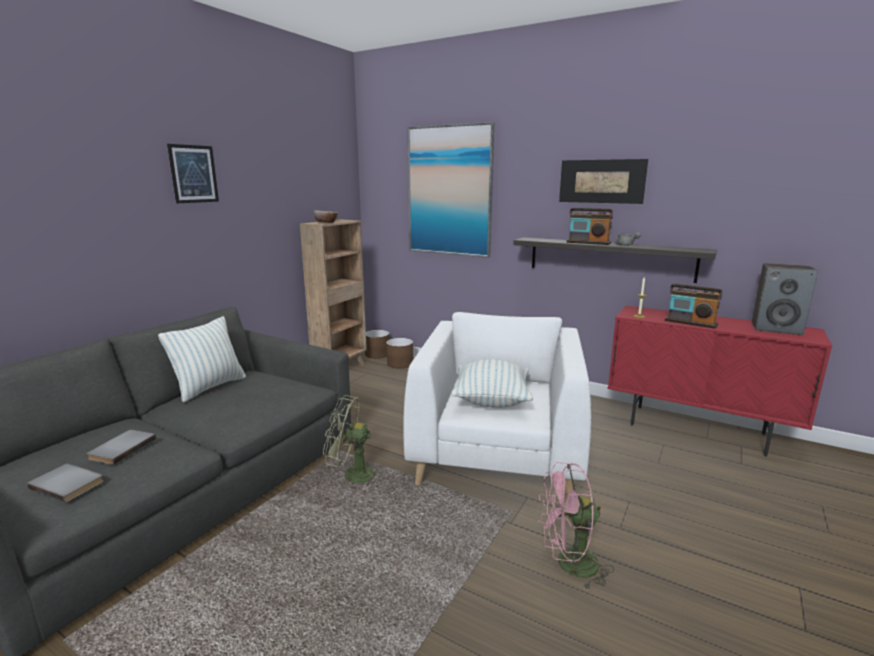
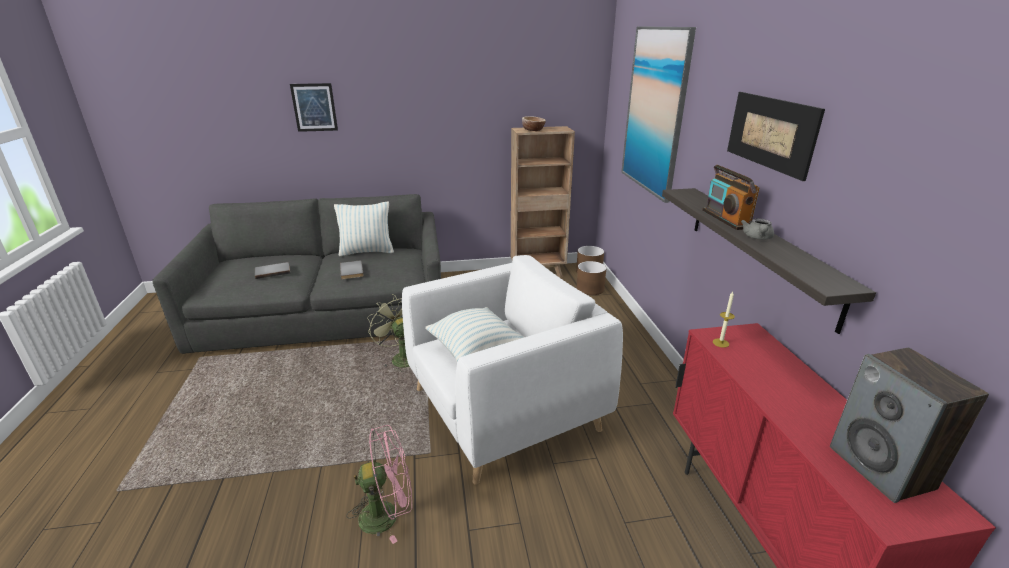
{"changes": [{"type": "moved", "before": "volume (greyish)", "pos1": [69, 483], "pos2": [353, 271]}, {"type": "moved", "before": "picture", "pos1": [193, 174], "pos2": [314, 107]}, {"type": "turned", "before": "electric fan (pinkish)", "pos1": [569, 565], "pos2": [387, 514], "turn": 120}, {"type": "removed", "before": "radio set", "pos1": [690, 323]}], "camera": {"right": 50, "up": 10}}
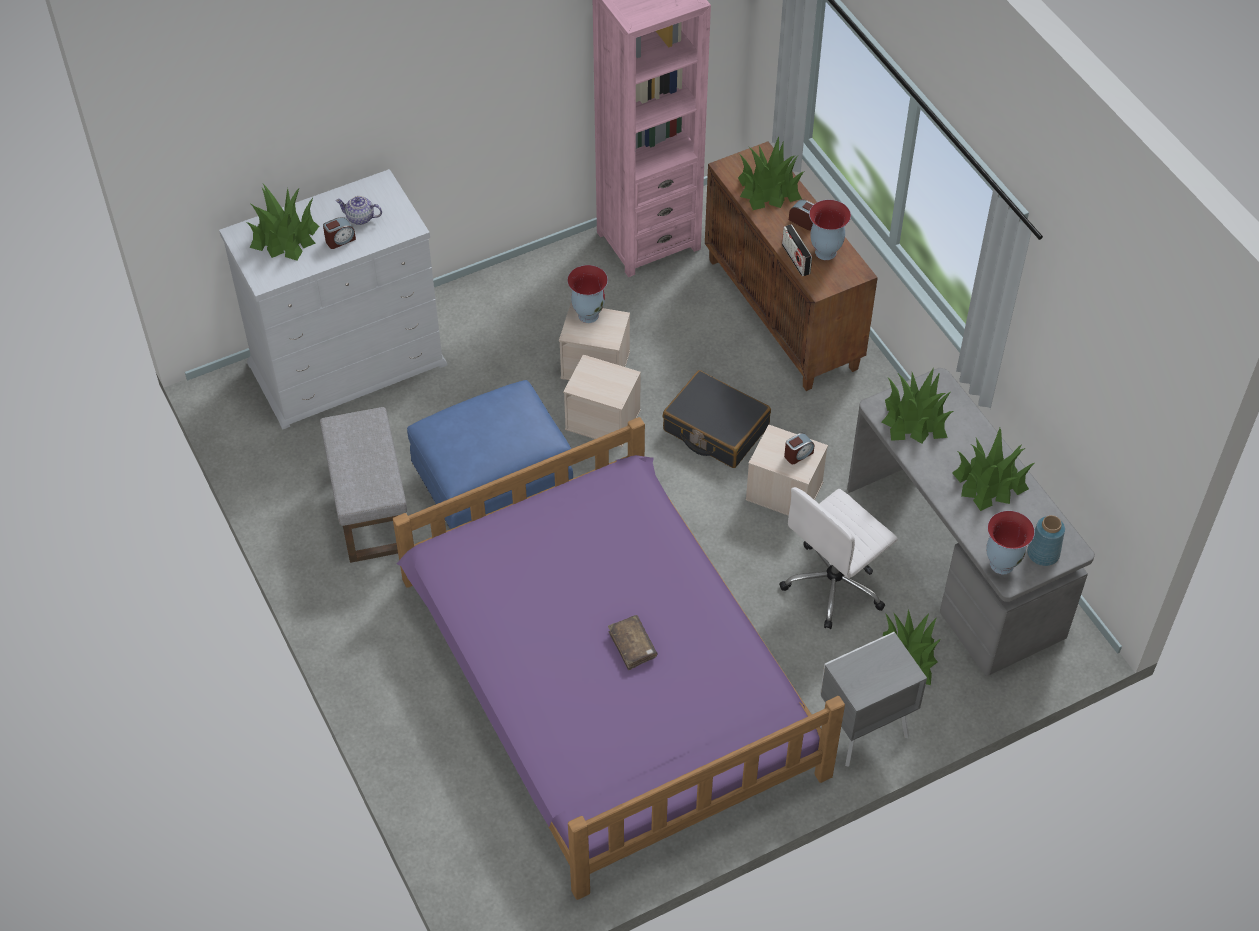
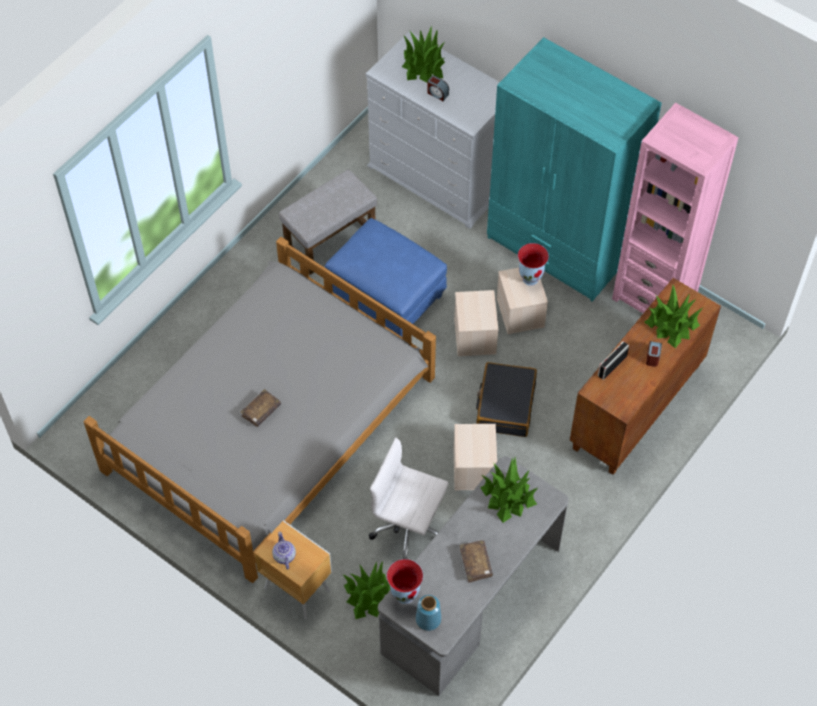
{"changes": [{"type": "moved", "before": "pot for tea", "pos1": [360, 218], "pos2": [284, 556]}, {"type": "recoloured", "before": "sleeping bed (purple-coloured)", "after": "sleeping bed (greyish)", "pos1": [608, 674], "pos2": [270, 422]}, {"type": "removed", "before": "table clock", "pos1": [798, 454]}, {"type": "removed", "before": "vase", "pos1": [824, 252]}, {"type": "recoloured", "before": "night table (greyish)", "after": "night table (brown)", "pos1": [861, 731], "pos2": [296, 588]}, {"type": "replaced", "before": "plant in a pot", "after": "volume (brown)", "pos1": [989, 482], "pos2": [476, 563]}, {"type": "added", "after": "armoire (blue-green)", "pos2": [558, 248]}], "camera": {"right": 65, "up": 5}}
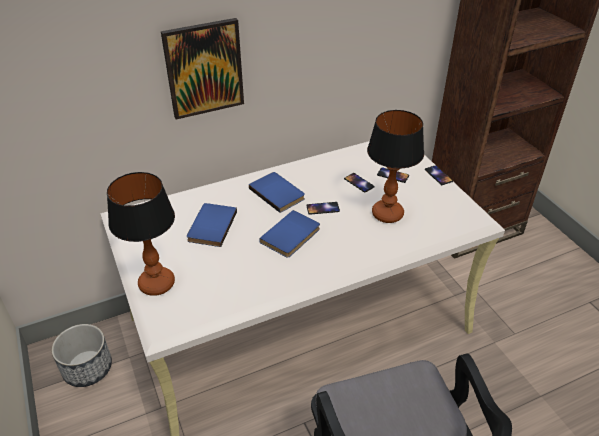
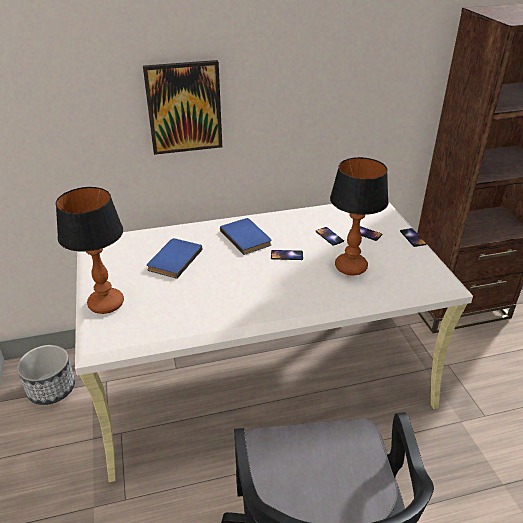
{"changes": [{"type": "removed", "before": "volume (bluish)", "pos1": [292, 236]}], "camera": {"right": 10, "up": -5}}
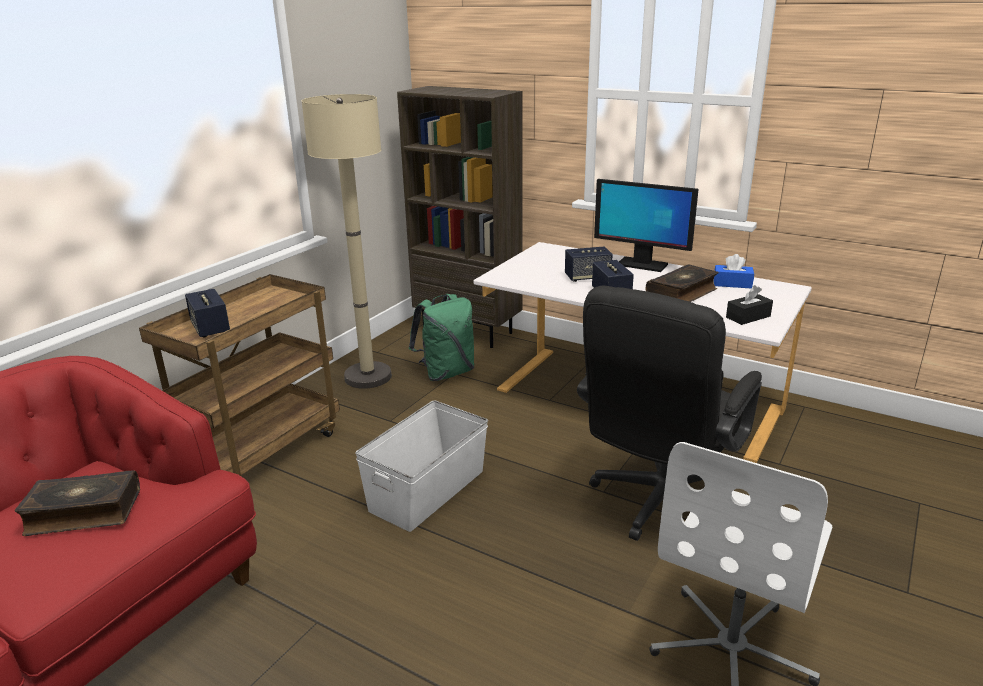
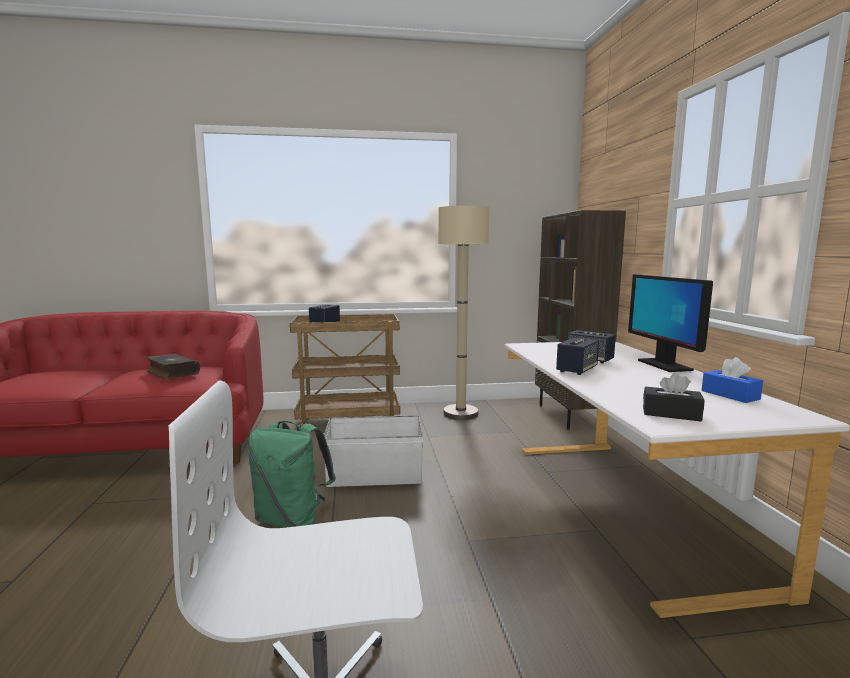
{"changes": [{"type": "moved", "before": "backpack (green)", "pos1": [446, 373], "pos2": [292, 519]}, {"type": "removed", "before": "office chair (black)", "pos1": [658, 504]}, {"type": "removed", "before": "volume", "pos1": [682, 293]}], "camera": {"right": 50, "up": -15}}
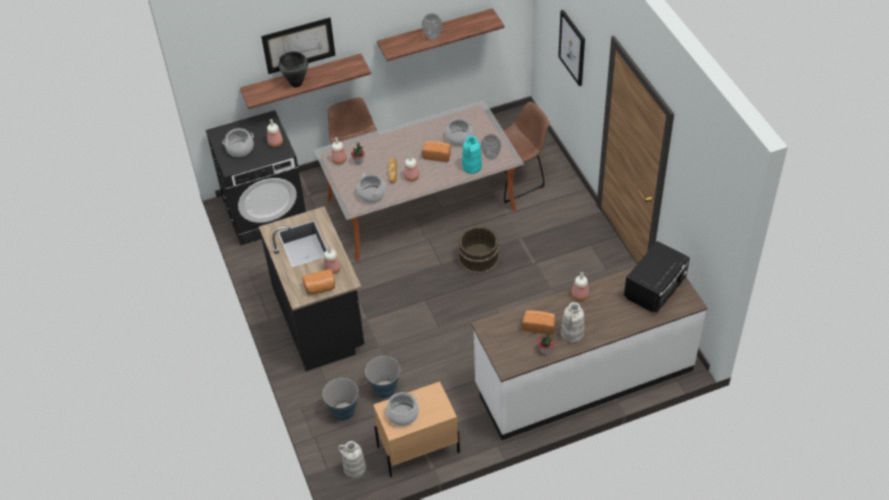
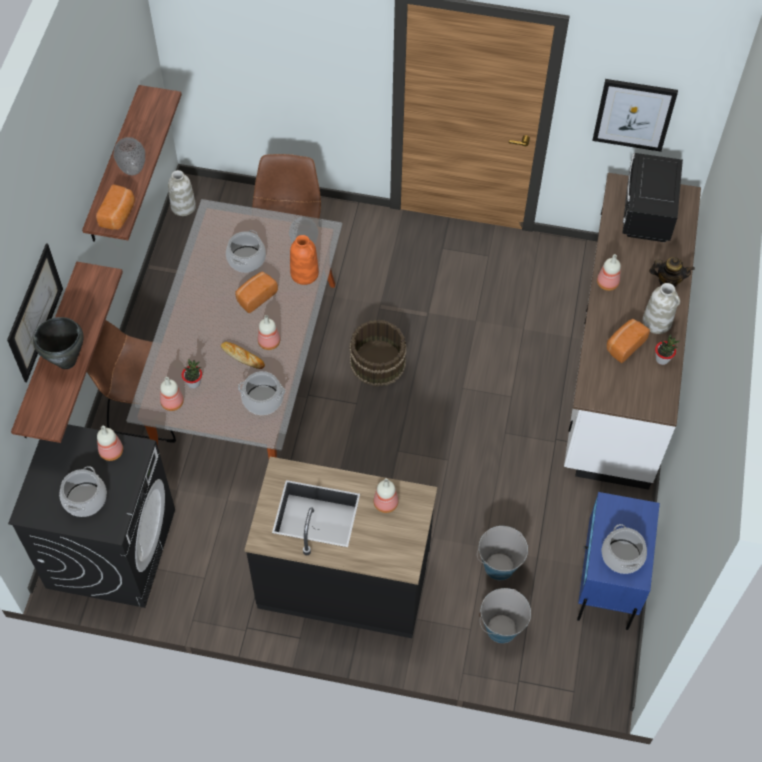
{"changes": [{"type": "moved", "before": "bakery bread", "pos1": [320, 288], "pos2": [119, 215]}, {"type": "moved", "before": "vase (whitish)", "pos1": [354, 469], "pos2": [183, 207]}, {"type": "recoloured", "before": "night table (beige-coloured)", "after": "night table (bluish)", "pos1": [417, 449], "pos2": [608, 579]}, {"type": "recoloured", "before": "vase (blue-green)", "after": "vase (orange)", "pos1": [472, 167], "pos2": [305, 273]}, {"type": "moved", "before": "picture", "pos1": [572, 47], "pos2": [634, 114]}, {"type": "turned", "before": "microwave oven (black)", "pos1": [655, 289], "pos2": [646, 213], "turn": -150}, {"type": "added", "after": "pot for tea", "pos2": [668, 281]}], "camera": {"right": -60, "up": 10}}
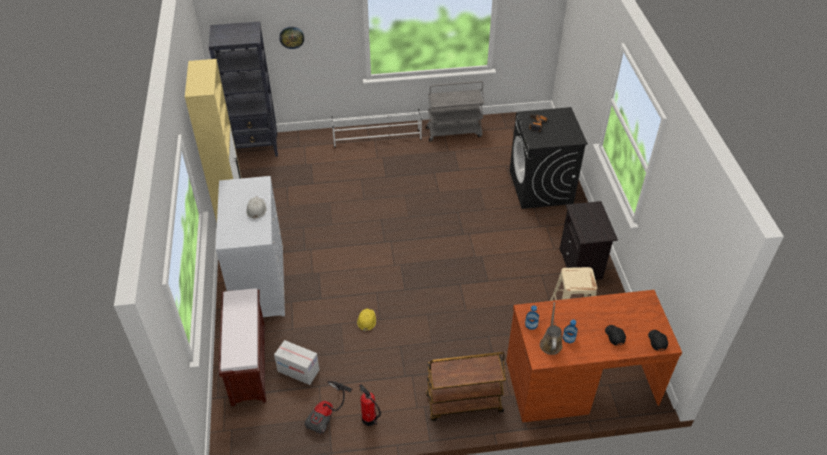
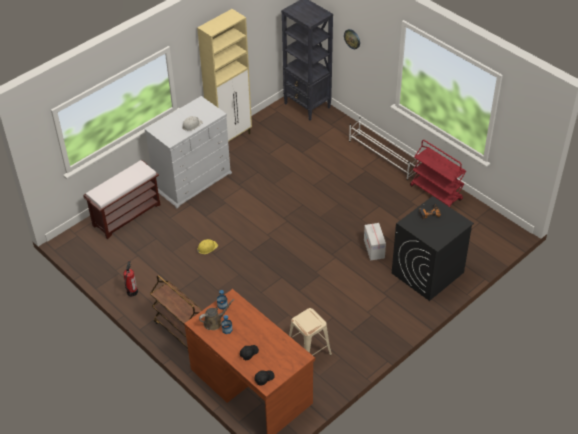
{"changes": [{"type": "moved", "before": "packing box", "pos1": [298, 371], "pos2": [374, 249]}, {"type": "removed", "before": "hoover", "pos1": [328, 414]}, {"type": "recoloured", "before": "trolley (greyish)", "after": "trolley (reddish)", "pos1": [454, 132], "pos2": [436, 193]}, {"type": "removed", "before": "night table (black)", "pos1": [581, 265]}], "camera": {"right": 55, "up": 0}}
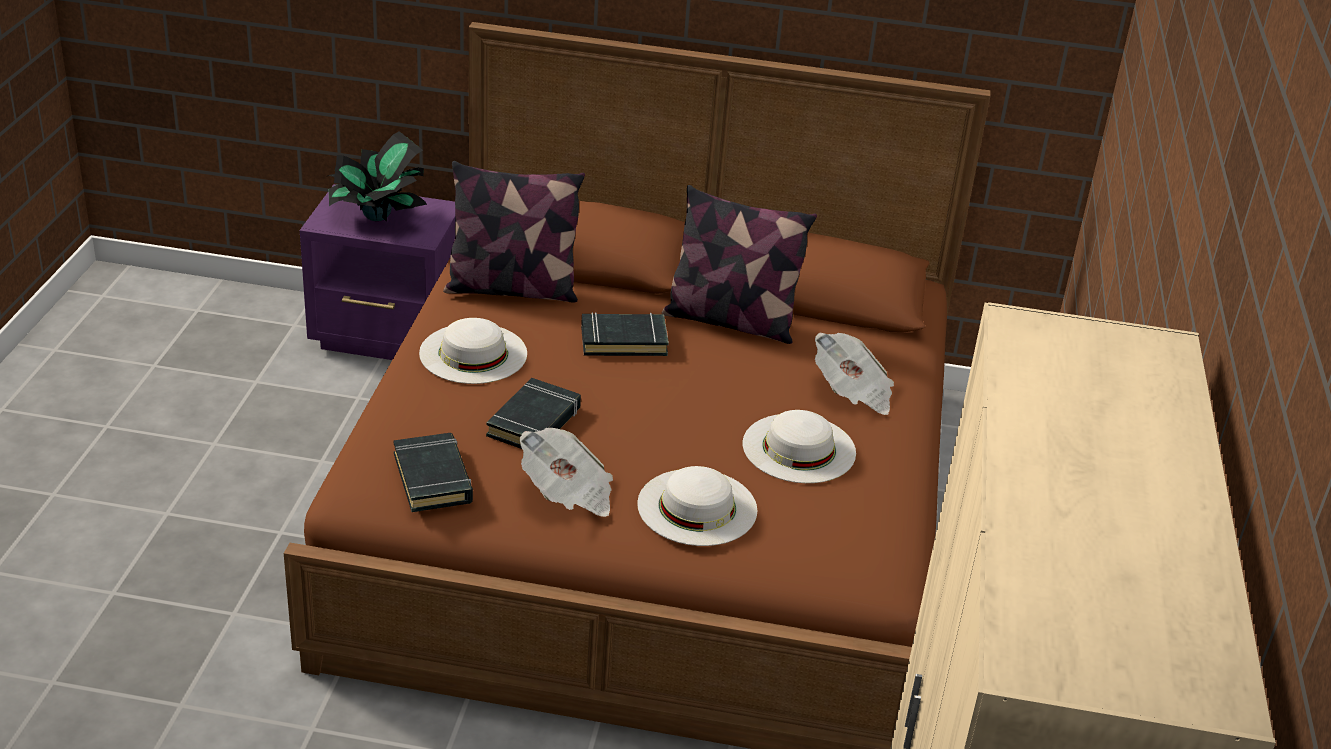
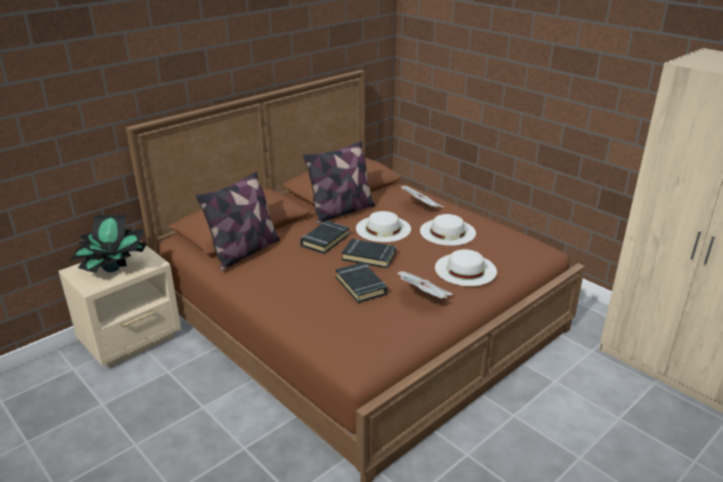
{"changes": [{"type": "recoloured", "before": "night table (purple-coloured)", "after": "night table (beige-coloured)", "pos1": [388, 337], "pos2": [132, 340]}, {"type": "moved", "before": "volume (black)", "pos1": [433, 478], "pos2": [369, 256]}, {"type": "moved", "before": "clothing hat (whitish)", "pos1": [473, 353], "pos2": [383, 228]}], "camera": {"right": -50, "up": -5}}
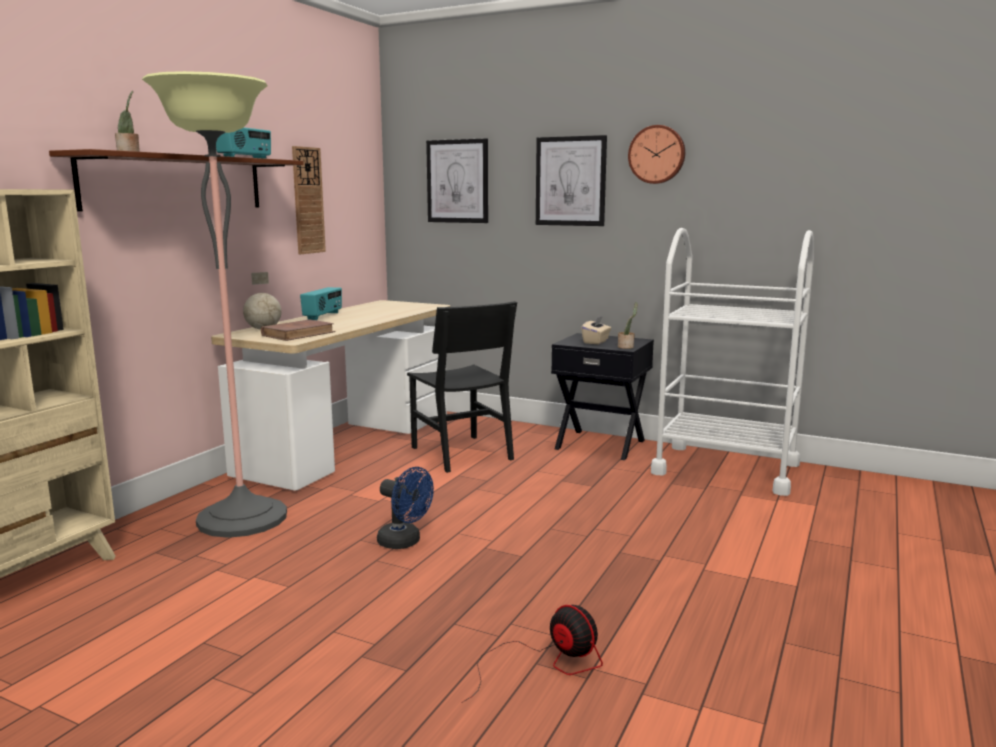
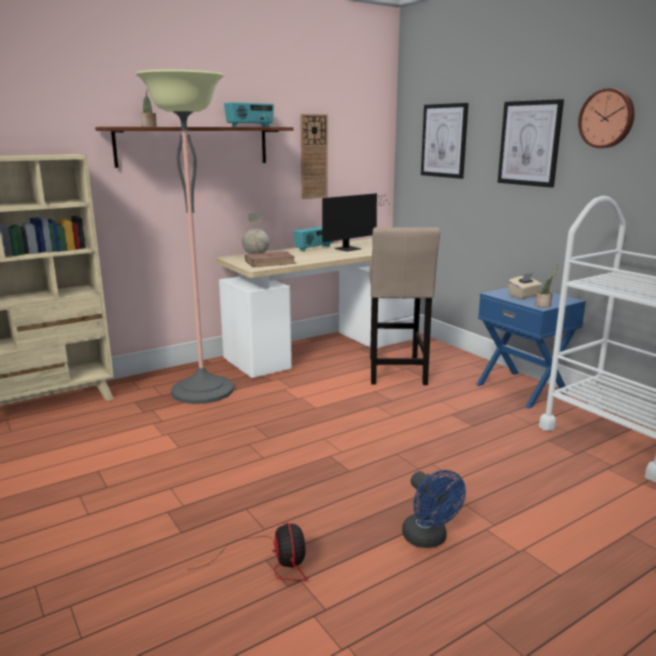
{"changes": [{"type": "moved", "before": "electric fan (bluish)", "pos1": [404, 542], "pos2": [429, 539]}, {"type": "replaced", "before": "chair (black)", "after": "stool (beige-coloured)", "pos1": [461, 453], "pos2": [396, 373]}, {"type": "recoloured", "before": "night table (black)", "after": "night table (bluish)", "pos1": [600, 444], "pos2": [522, 389]}, {"type": "added", "after": "computer screen", "pos2": [351, 248]}], "camera": {"right": 30, "up": 5}}
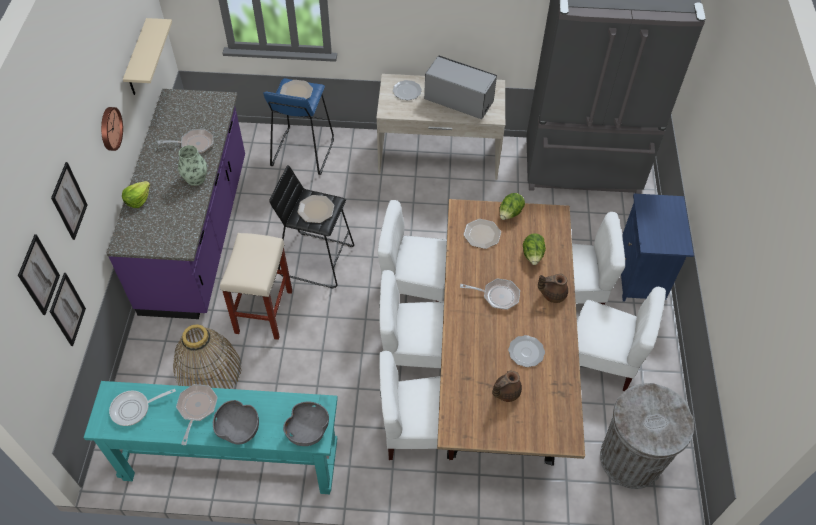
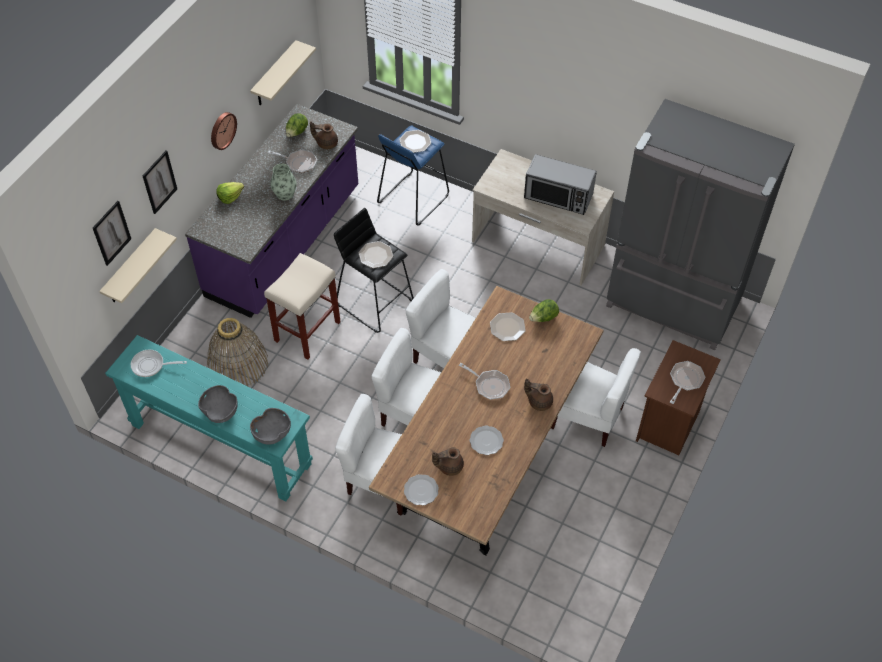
{"changes": [{"type": "replaced", "before": "picture", "after": "shelf (beige-coloured)", "pos1": [67, 309], "pos2": [130, 268]}, {"type": "moved", "before": "pan", "pos1": [196, 408], "pos2": [685, 380]}, {"type": "moved", "before": "plate", "pos1": [406, 91], "pos2": [421, 490]}, {"type": "turned", "before": "microwave oven", "pos1": [459, 100], "pos2": [558, 197], "turn": 150}, {"type": "moved", "before": "head of lettuce", "pos1": [532, 255], "pos2": [297, 133]}, {"type": "removed", "before": "chair (whitish)", "pos1": [602, 361]}, {"type": "removed", "before": "waste bin (greyish)", "pos1": [630, 459]}, {"type": "recoloured", "before": "night table (bluish)", "after": "night table (brown)", "pos1": [642, 276], "pos2": [668, 425]}, {"type": "added", "after": "pot for tea (brown)", "pos2": [326, 143]}], "camera": {"right": 25, "up": 0}}
